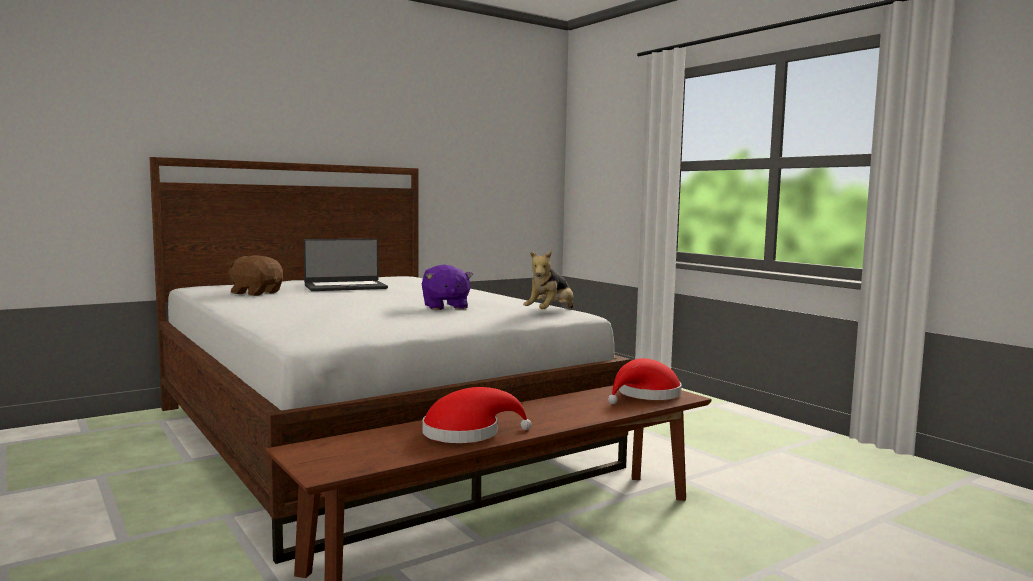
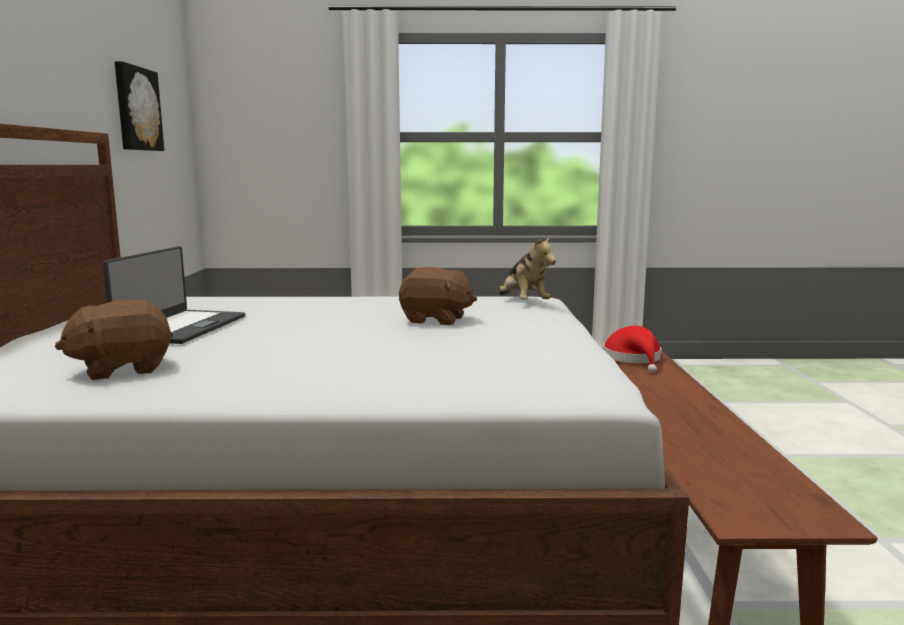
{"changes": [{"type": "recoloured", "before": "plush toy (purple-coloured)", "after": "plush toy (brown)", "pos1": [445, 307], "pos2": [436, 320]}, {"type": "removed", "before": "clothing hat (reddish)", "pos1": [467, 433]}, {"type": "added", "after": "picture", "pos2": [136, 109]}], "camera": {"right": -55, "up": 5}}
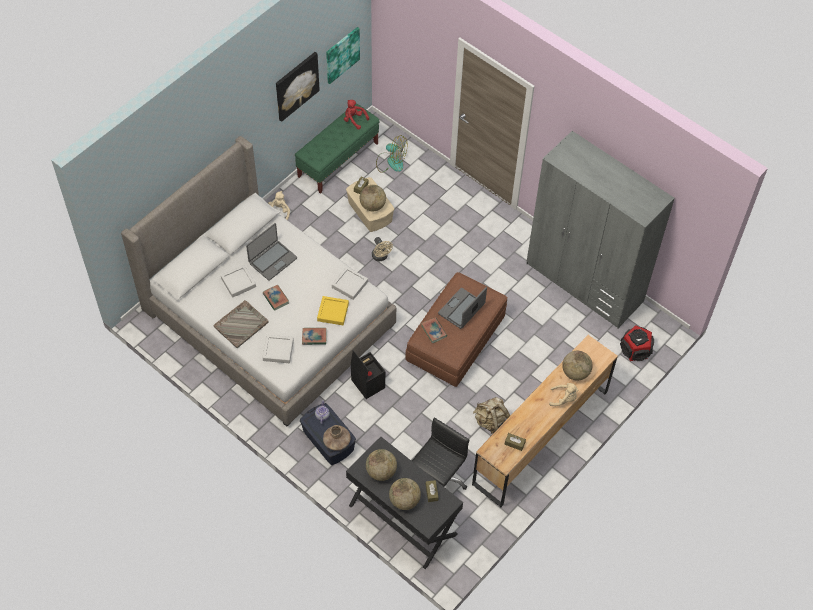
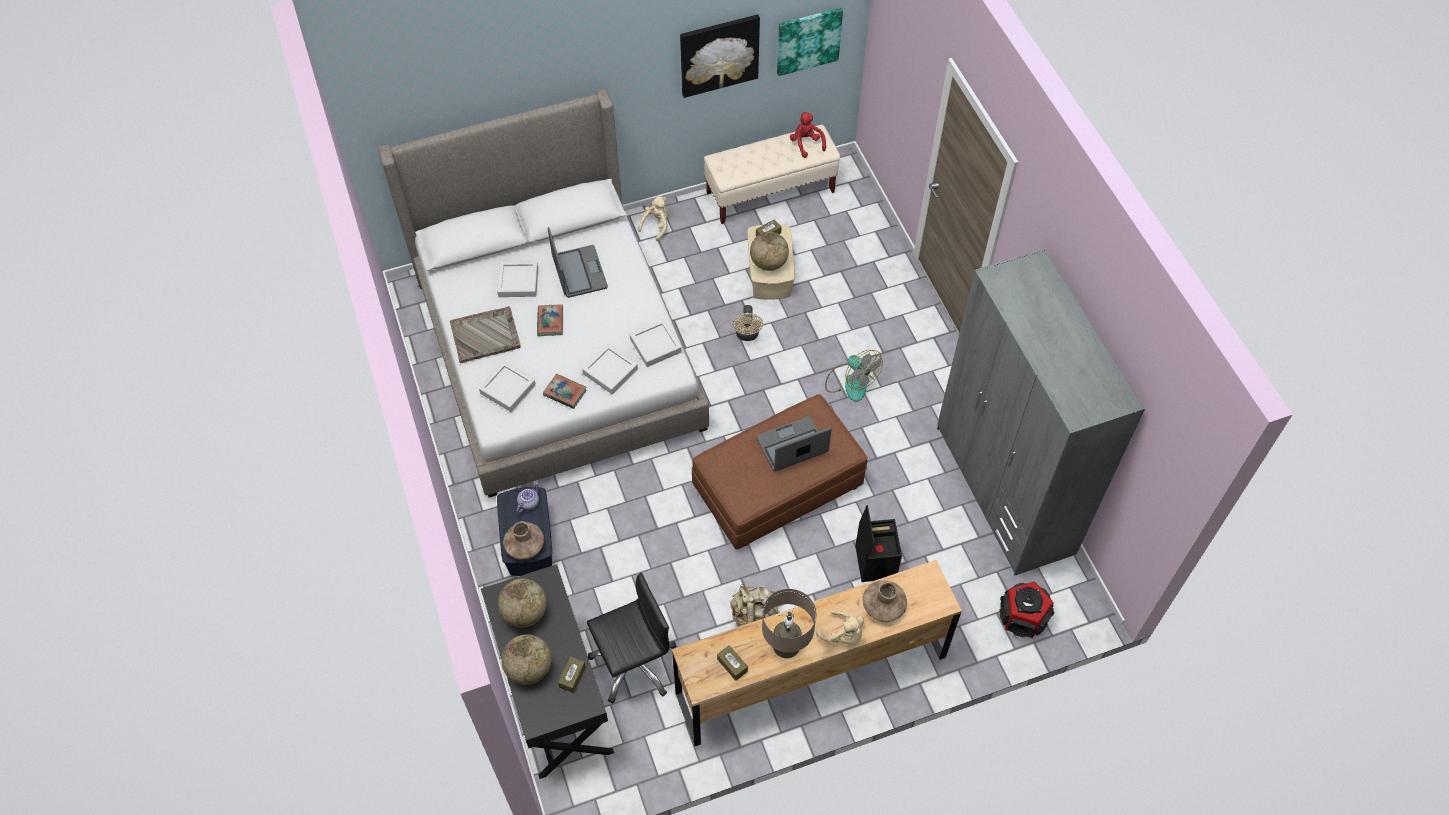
{"changes": [{"type": "turned", "before": "portable computer", "pos1": [272, 260], "pos2": [579, 272], "turn": -90}, {"type": "recoloured", "before": "indoor bench (green)", "after": "indoor bench (beige-coloured)", "pos1": [338, 160], "pos2": [770, 192]}, {"type": "recoloured", "before": "serving tray (yellow-coloured)", "after": "serving tray (greyish)", "pos1": [333, 312], "pos2": [610, 371]}, {"type": "moved", "before": "storage container (black)", "pos1": [367, 383], "pos2": [874, 561]}, {"type": "moved", "before": "electric fan", "pos1": [391, 161], "pos2": [850, 382]}, {"type": "removed", "before": "volume", "pos1": [434, 331]}, {"type": "replaced", "before": "globe", "after": "vase (brown)", "pos1": [575, 372], "pos2": [883, 606]}, {"type": "added", "after": "tabletop lamp (beige-coloured)", "pos2": [786, 645]}], "camera": {"right": 30, "up": 0}}
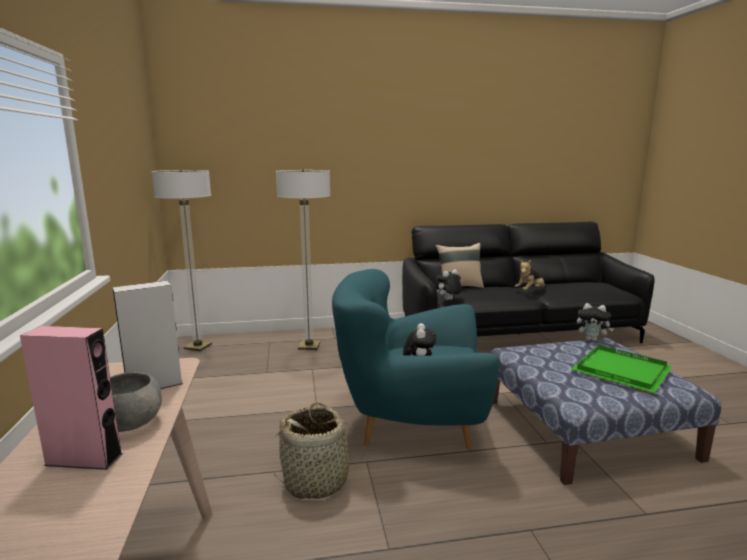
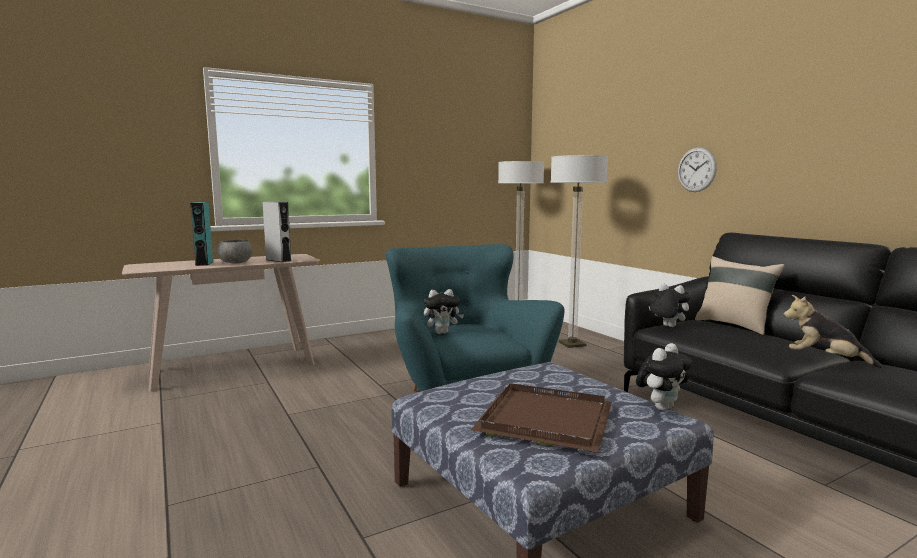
{"changes": [{"type": "recoloured", "before": "audio speaker (pinkish)", "after": "audio speaker (blue-green)", "pos1": [84, 459], "pos2": [204, 263]}, {"type": "removed", "before": "household basket", "pos1": [317, 481]}, {"type": "recoloured", "before": "serving tray (green)", "after": "serving tray (brown)", "pos1": [620, 370], "pos2": [548, 420]}, {"type": "turned", "before": "plush toy", "pos1": [592, 339], "pos2": [661, 407], "turn": -135}, {"type": "added", "after": "clock on the wall", "pos2": [696, 169]}], "camera": {"right": 70, "up": -5}}
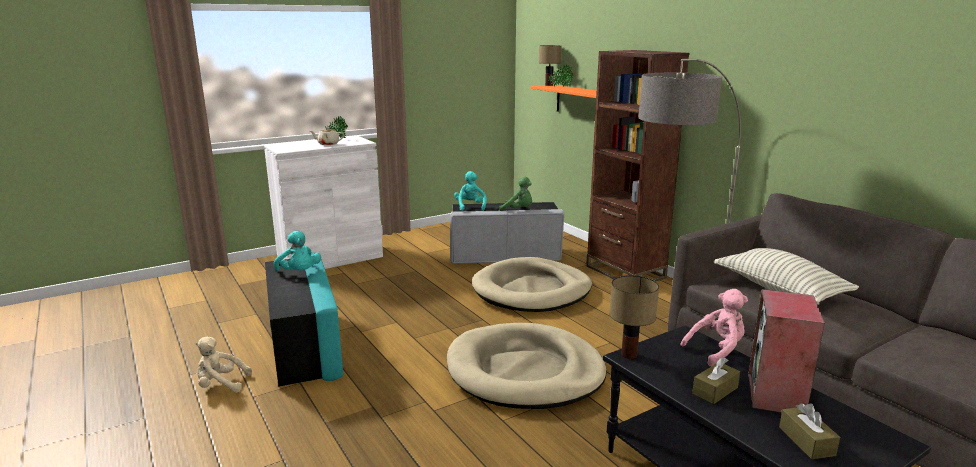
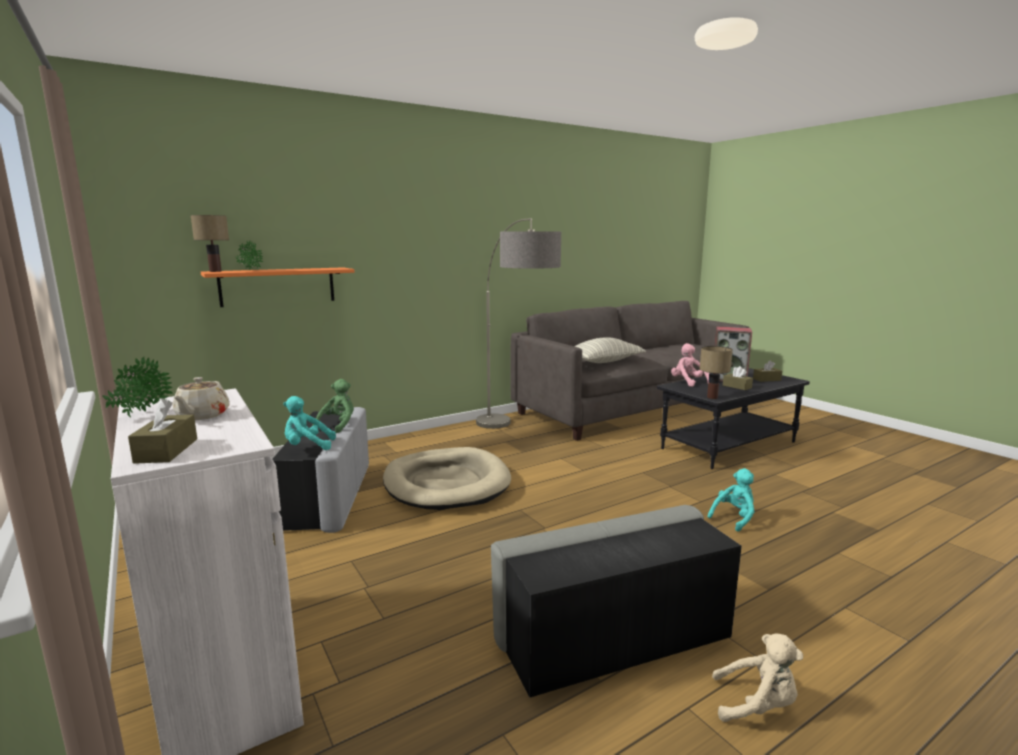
{"changes": [{"type": "turned", "before": "plush toy (beige-coloured)", "pos1": [221, 385], "pos2": [757, 705], "turn": -75}, {"type": "recoloured", "before": "pouffe (blue-green)", "after": "pouffe (greyish)", "pos1": [305, 345], "pos2": [613, 637]}, {"type": "moved", "before": "plush toy (blue-green)", "pos1": [299, 273], "pos2": [734, 518]}, {"type": "removed", "before": "dog bed (beige-coloured)", "pos1": [525, 371]}, {"type": "removed", "before": "bookcase (brown)", "pos1": [625, 272]}, {"type": "added", "after": "box of tissues (brown)", "pos2": [166, 450]}], "camera": {"right": -90, "up": -5}}
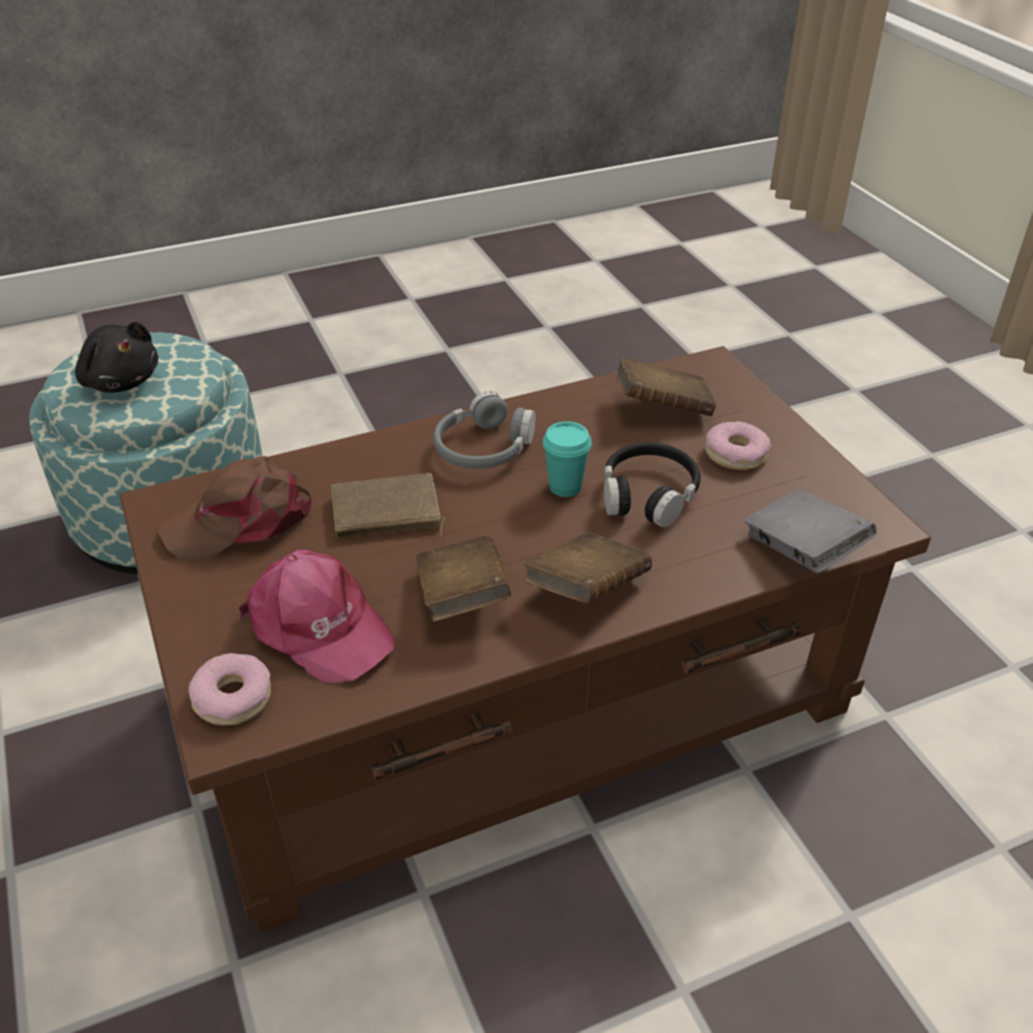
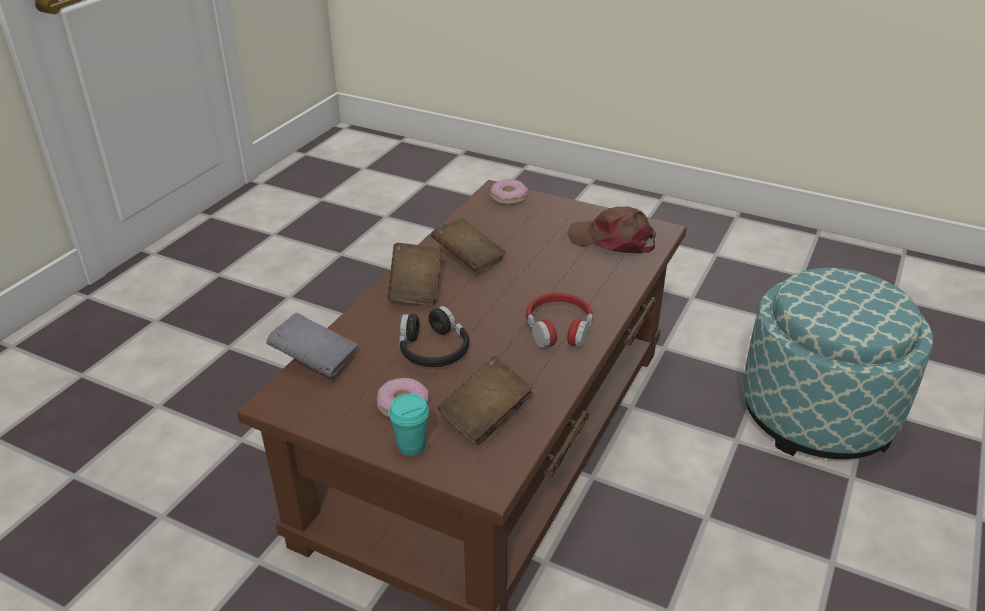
{"changes": [{"type": "removed", "before": "plush toy (black)", "pos1": [121, 381]}, {"type": "turned", "before": "baseball cap (brown)", "pos1": [241, 521], "pos2": [612, 240], "turn": -90}, {"type": "removed", "before": "baseball cap (pinkish)", "pos1": [318, 627]}, {"type": "removed", "before": "volume (brown)", "pos1": [386, 514]}, {"type": "recoloured", "before": "headset (greyish)", "after": "headset (reddish)", "pos1": [484, 448], "pos2": [559, 329]}, {"type": "moved", "before": "small cup (blue-green)", "pos1": [565, 487], "pos2": [411, 446]}], "camera": {"right": 140, "up": -5}}
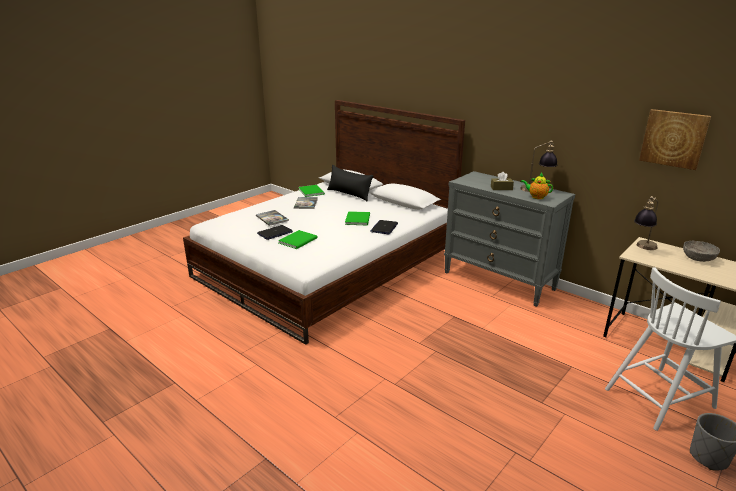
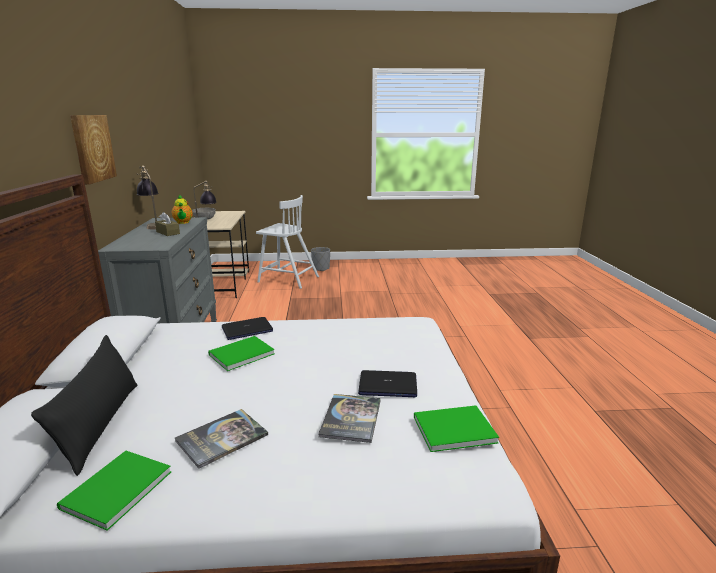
{"changes": [{"type": "moved", "before": "volume (green)", "pos1": [299, 240], "pos2": [451, 429]}, {"type": "moved", "before": "picture", "pos1": [674, 138], "pos2": [92, 148]}], "camera": {"right": -135, "up": -5}}
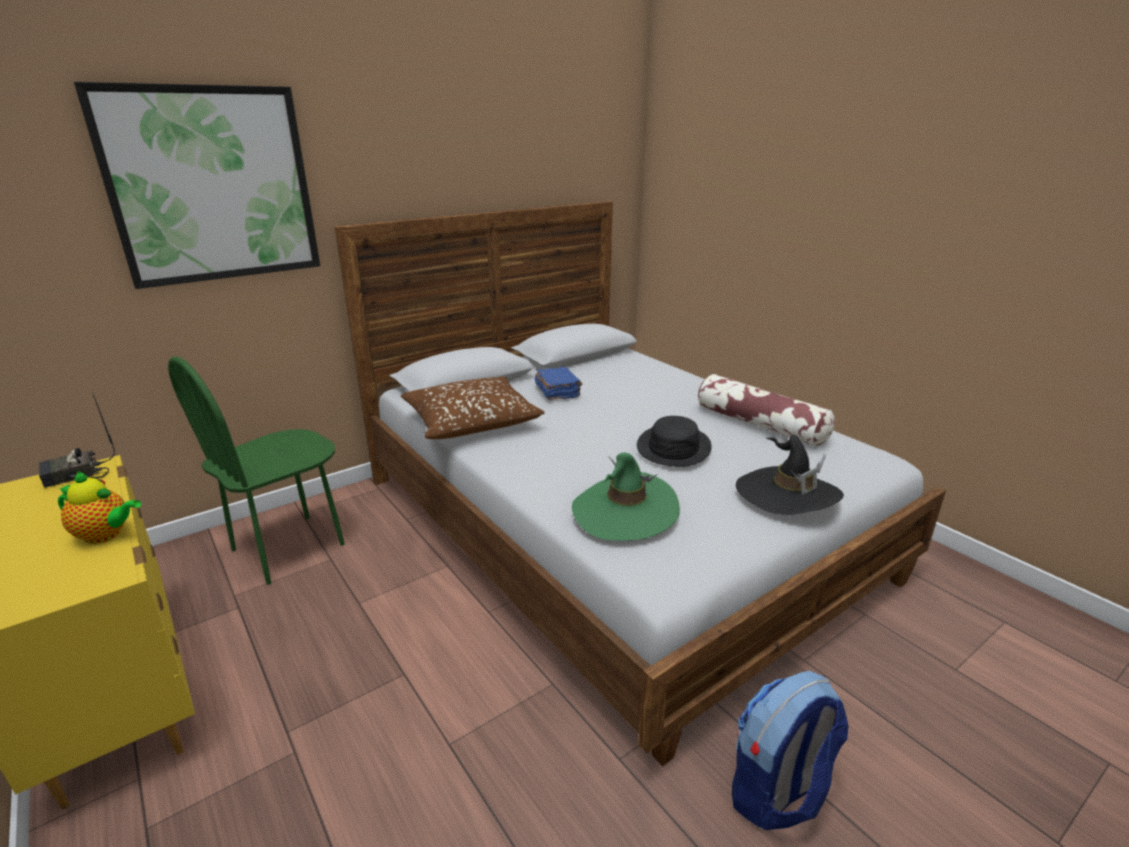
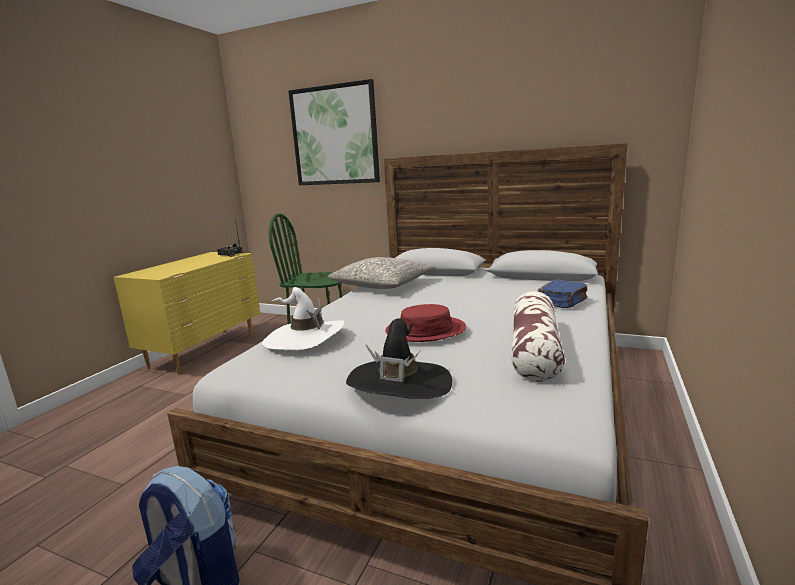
{"changes": [{"type": "removed", "before": "pot for tea", "pos1": [106, 535]}, {"type": "recoloured", "before": "pillow (brown)", "after": "pillow (greyish)", "pos1": [471, 422], "pos2": [383, 285]}, {"type": "moved", "before": "volume (bluish)", "pos1": [557, 392], "pos2": [562, 302]}, {"type": "recoloured", "before": "clothing hat (green)", "after": "clothing hat (whitish)", "pos1": [624, 511], "pos2": [304, 338]}, {"type": "recoloured", "before": "clothing hat (black)", "after": "clothing hat (reddish)", "pos1": [673, 447], "pos2": [425, 330]}], "camera": {"right": 60, "up": -10}}
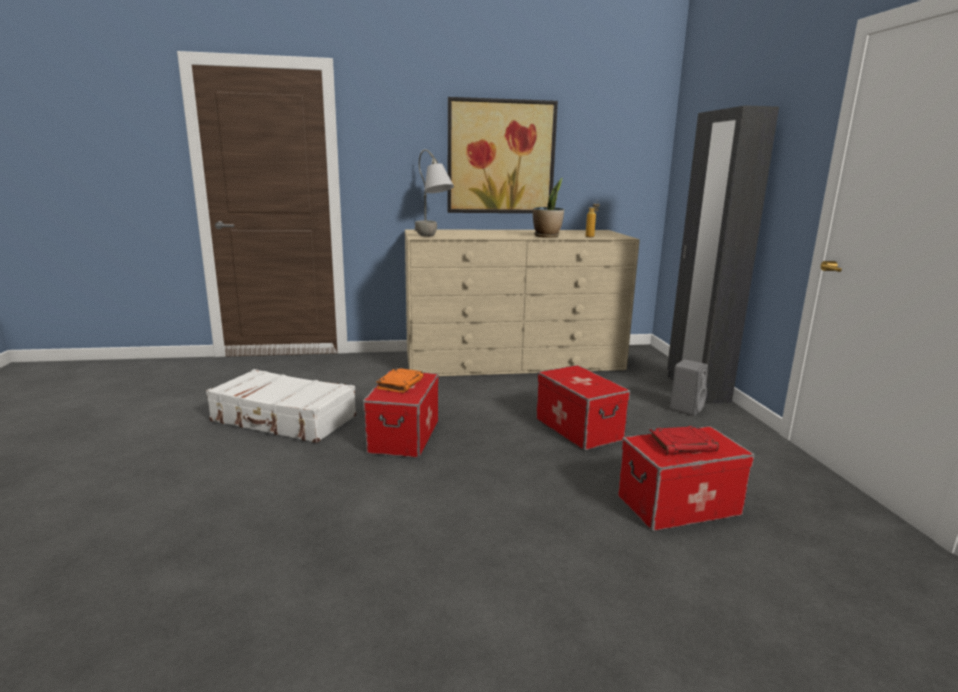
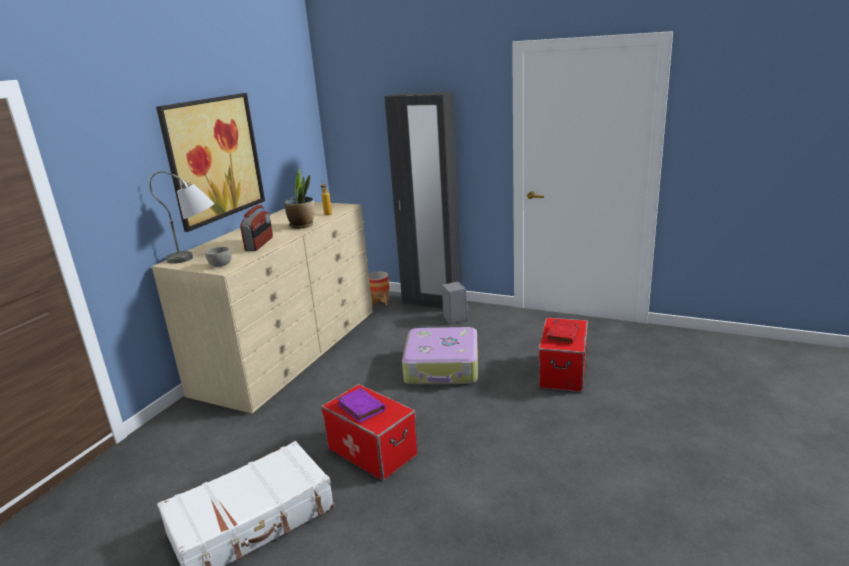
{"changes": [{"type": "recoloured", "before": "volume (orange)", "after": "volume (purple-coloured)", "pos1": [400, 383], "pos2": [360, 407]}, {"type": "replaced", "before": "storage container", "after": "suitcase", "pos1": [579, 429], "pos2": [442, 367]}, {"type": "added", "after": "radio set", "pos2": [260, 244]}, {"type": "added", "after": "flower pot", "pos2": [380, 302]}], "camera": {"right": -55, "up": 5}}
